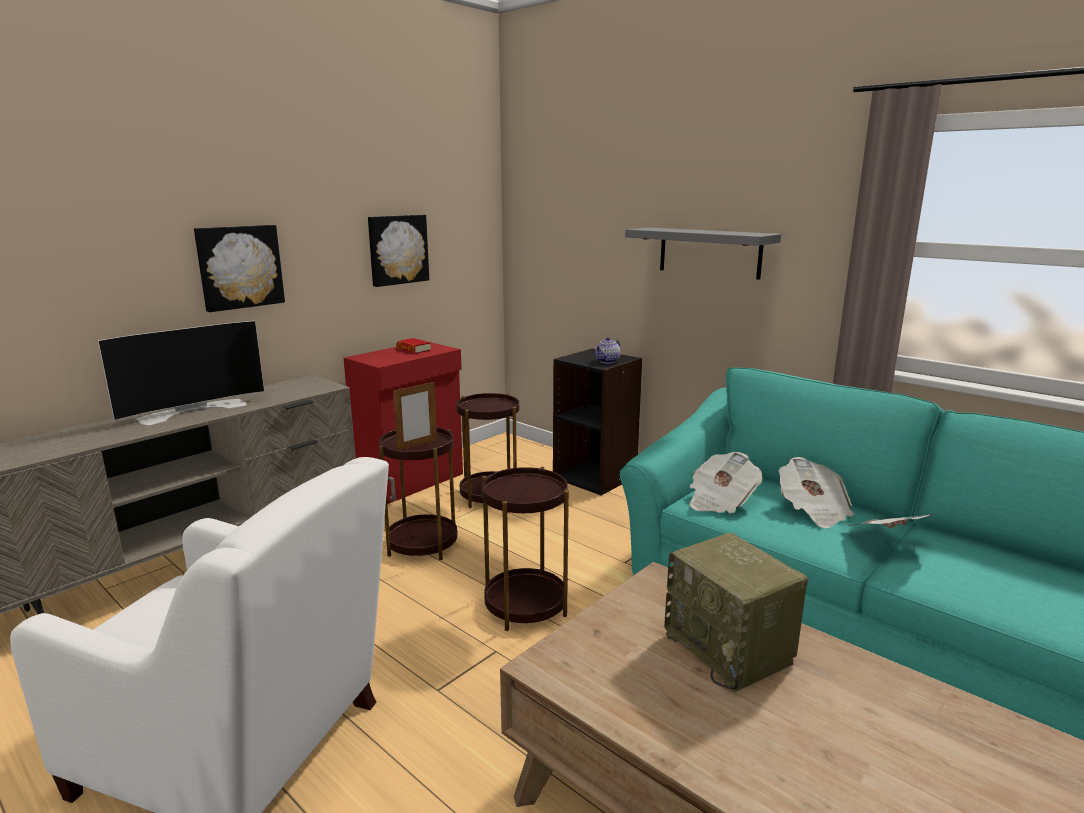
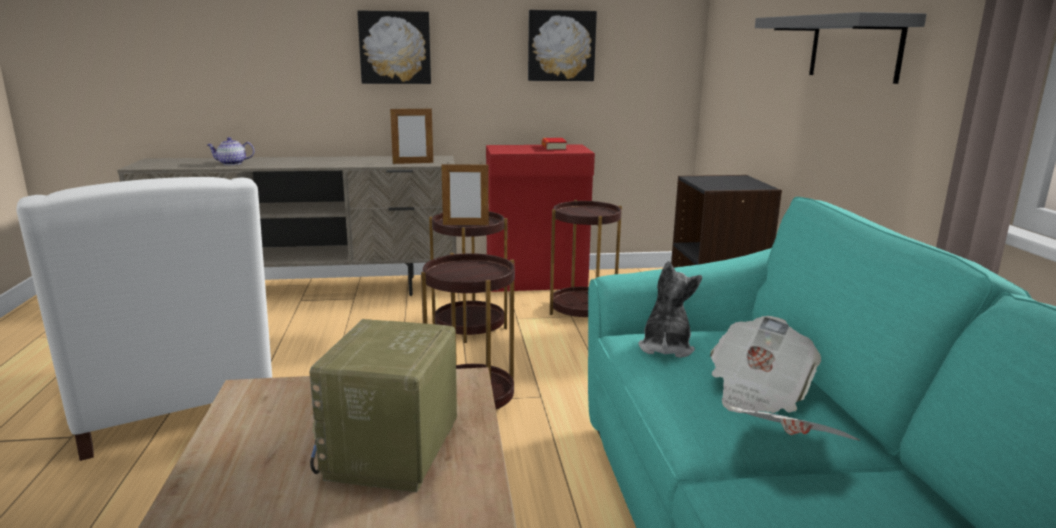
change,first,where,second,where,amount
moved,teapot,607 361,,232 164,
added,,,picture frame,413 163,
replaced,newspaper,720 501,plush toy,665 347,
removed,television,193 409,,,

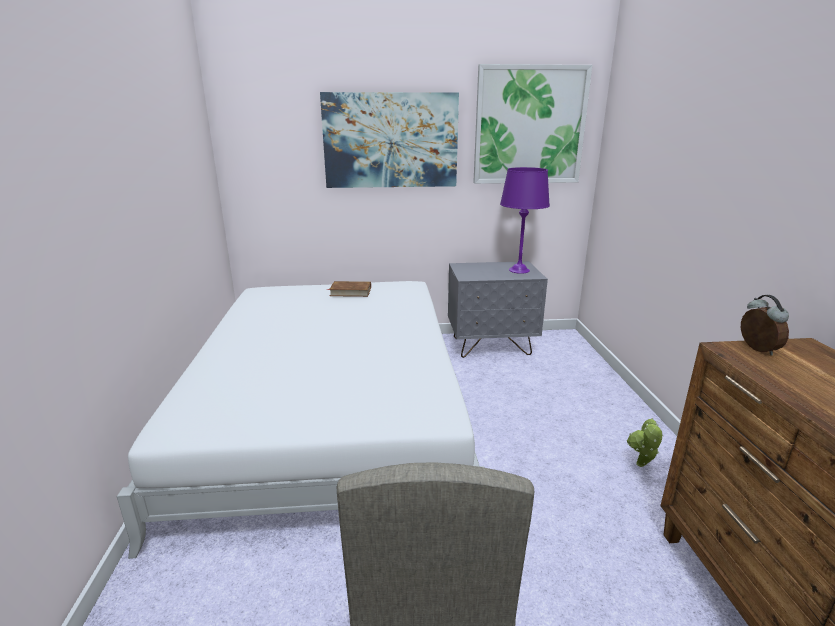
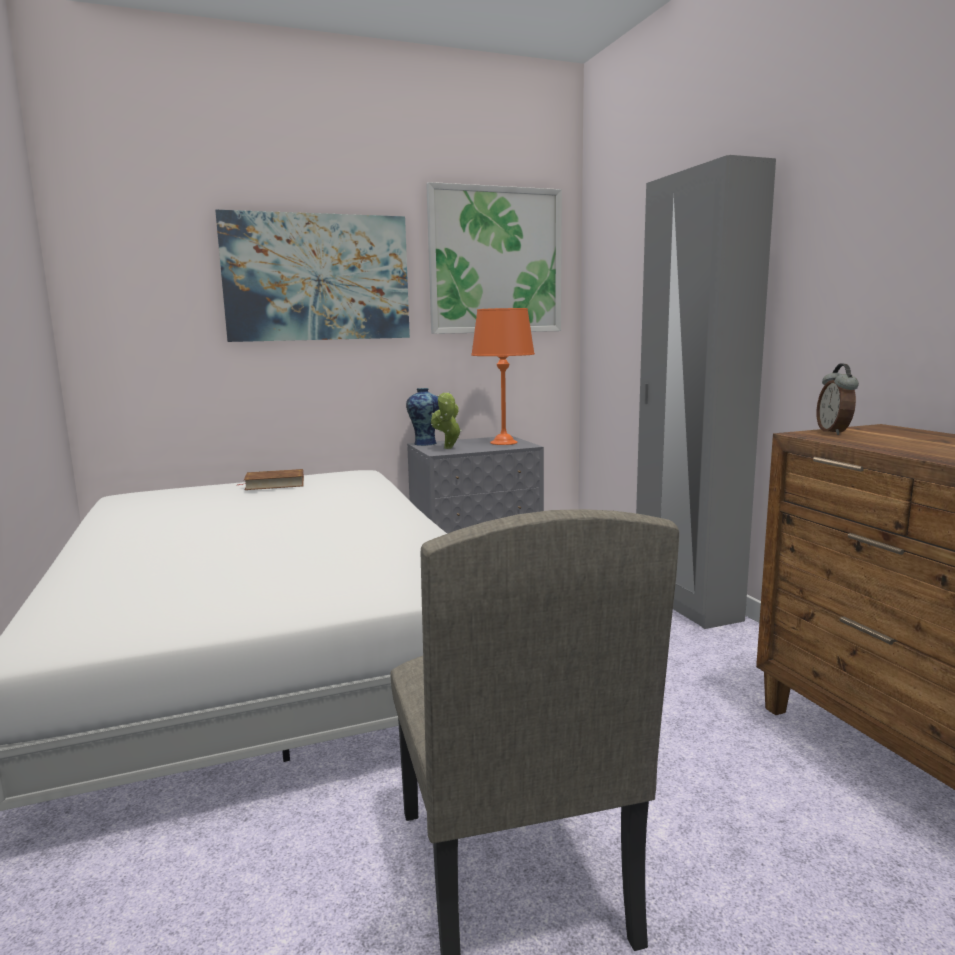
change,first,where,second,where,amount
added,,,vase,424 443,
moved,potted plant,641 466,,448 448,
recoloured,table lamp/purple,519 270,table lamp/orange,503 442,
added,,,wardrobe/grey,685 603,
turned,alarm clock,756 349,,834 432,150 degrees counterclockwise

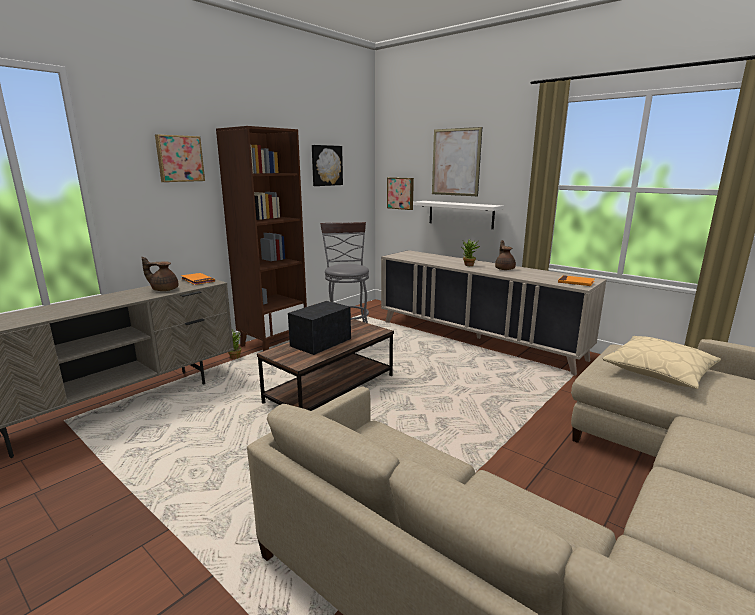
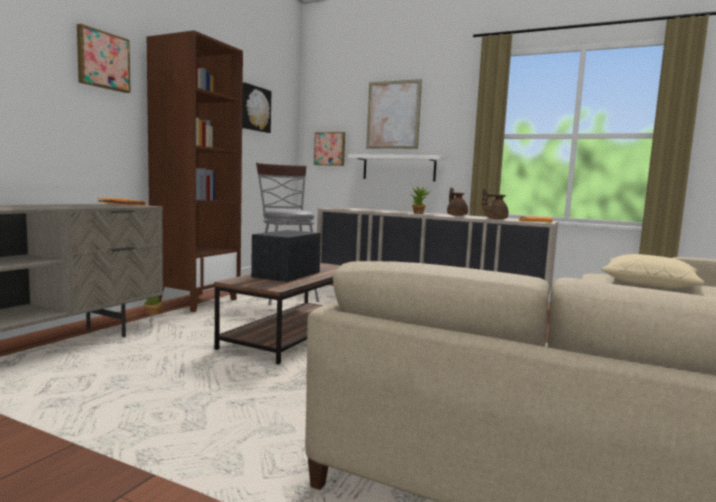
change,first,where,second,where,amount
moved,teapot/brown,164 289,,494 219,

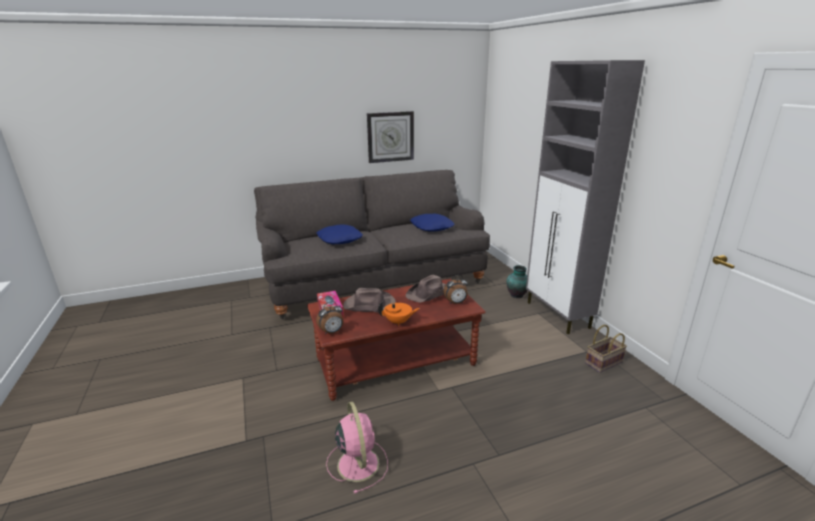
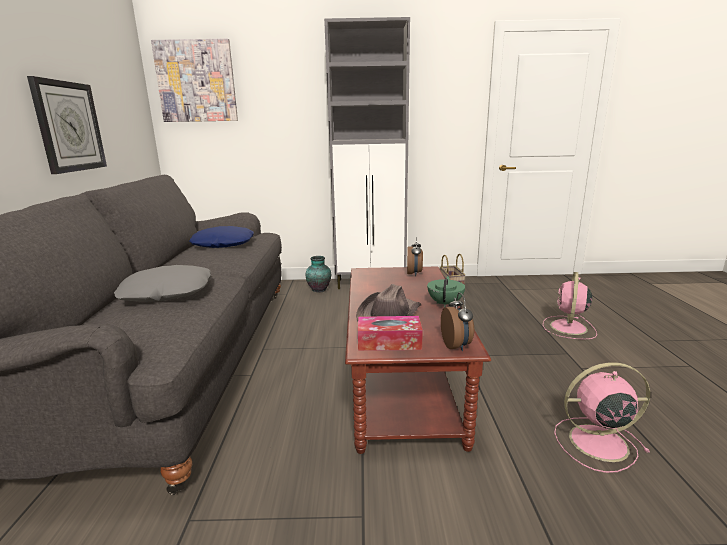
change,first,where,second,where,amount
recoloured,pillow/blue,339 239,pillow/grey,167 293,
added,,,picture,196 81,
recoloured,teapot/orange,398 322,teapot/green,445 303,
added,,,fan/pink,568 328,
removed,hat/brown,430 294,,,

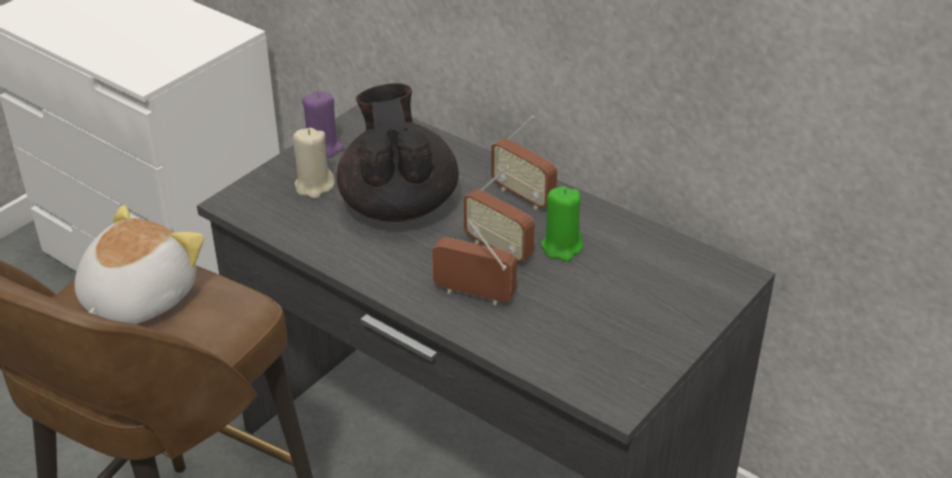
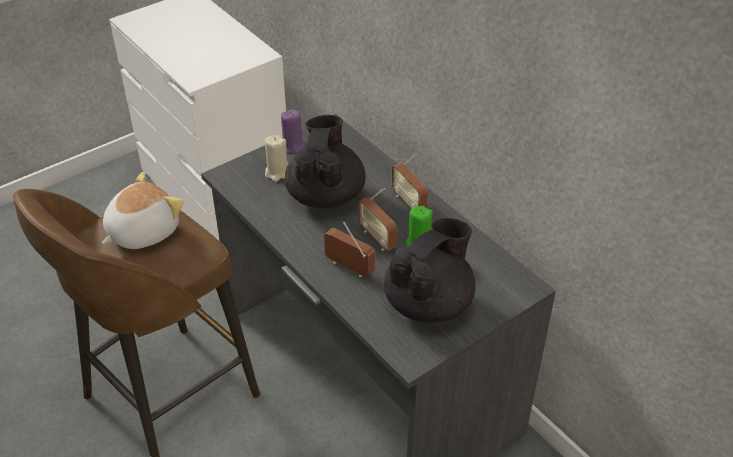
change,first,where,second,where,amount
added,,,teapot/black,429 303,

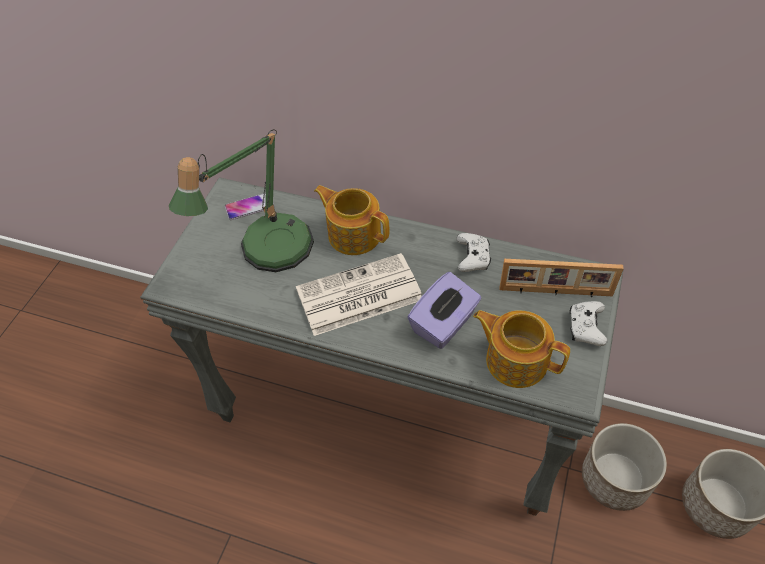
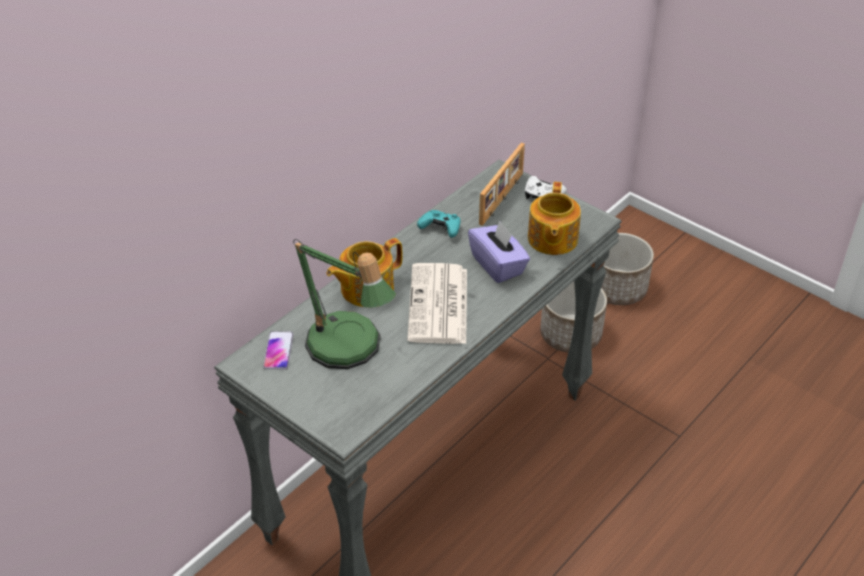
change,first,where,second,where,amount
recoloured,game controller/white,473 258,game controller/turquoise,441 228,
turned,teapot,515 359,,551 239,45 degrees counterclockwise

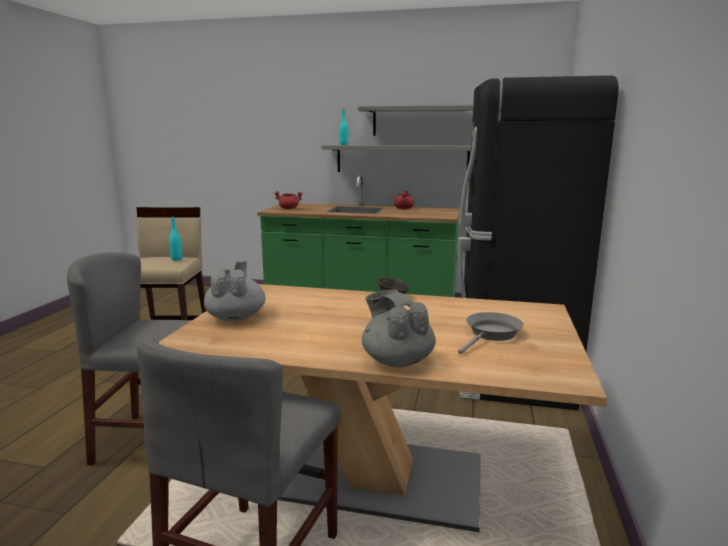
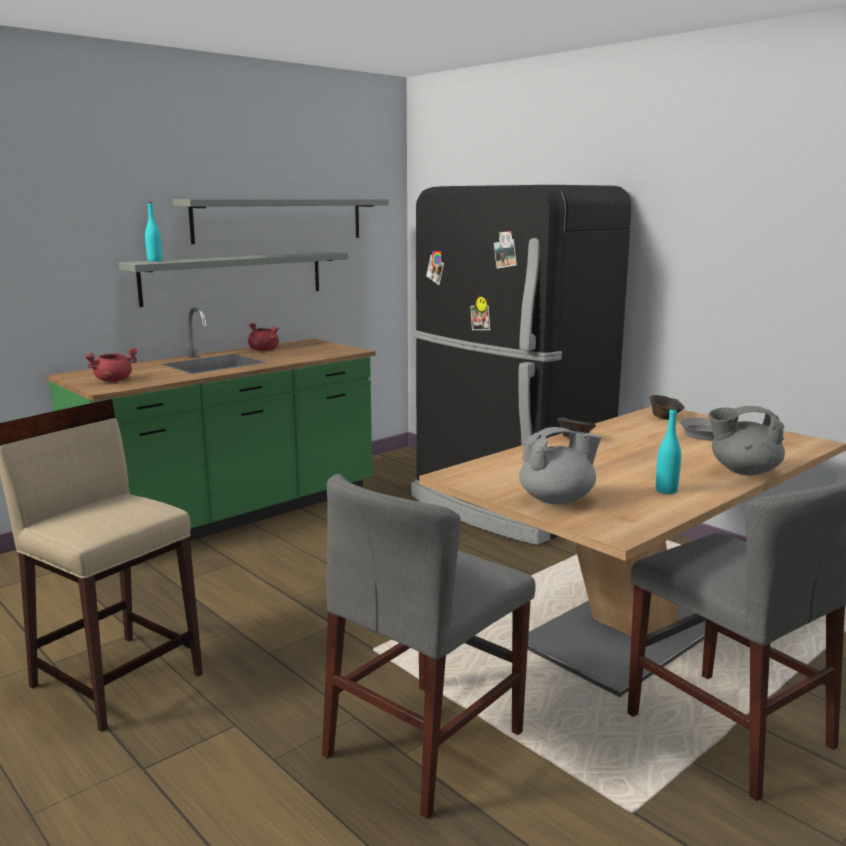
change,first,where,second,where,amount
turned,teapot/grey,236 317,,557 500,135 degrees clockwise
added,,,bowl/brown,665 418,
moved,bottle/turquoise,176 259,,666 490,

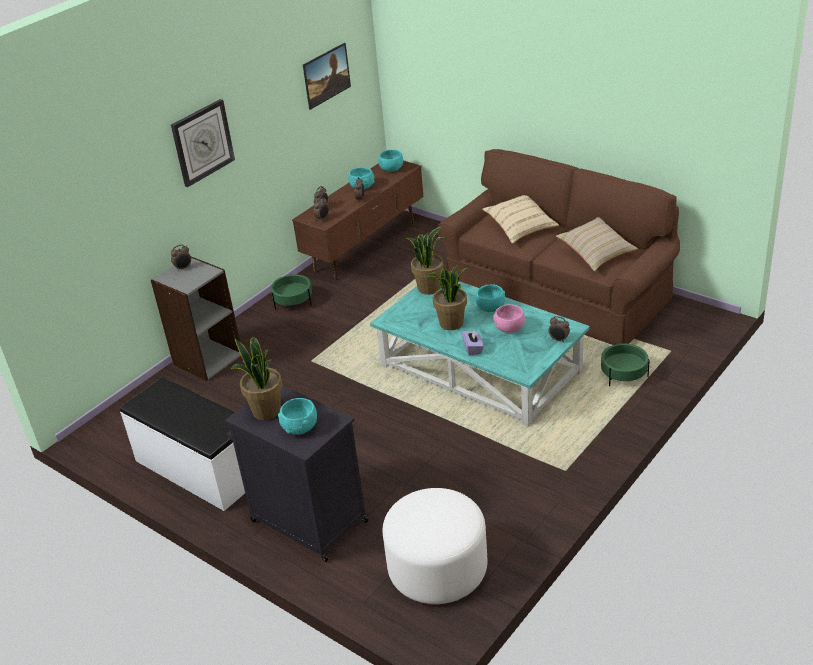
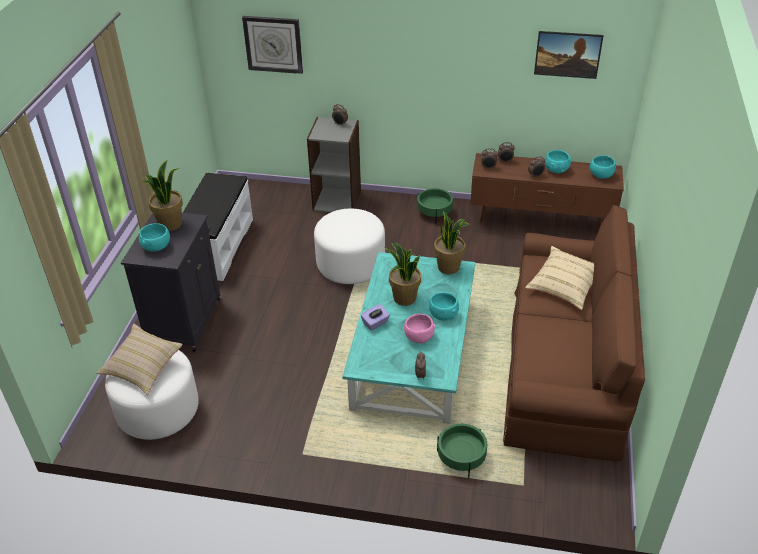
change,first,where,second,where,amount
moved,pillow/beige,596 253,,142 367,
moved,wall clock,202 142,,273 44,
added,,,ottoman/white,351 264,

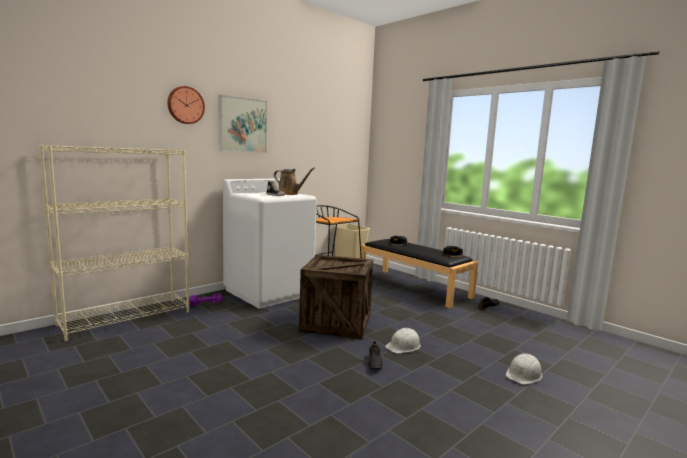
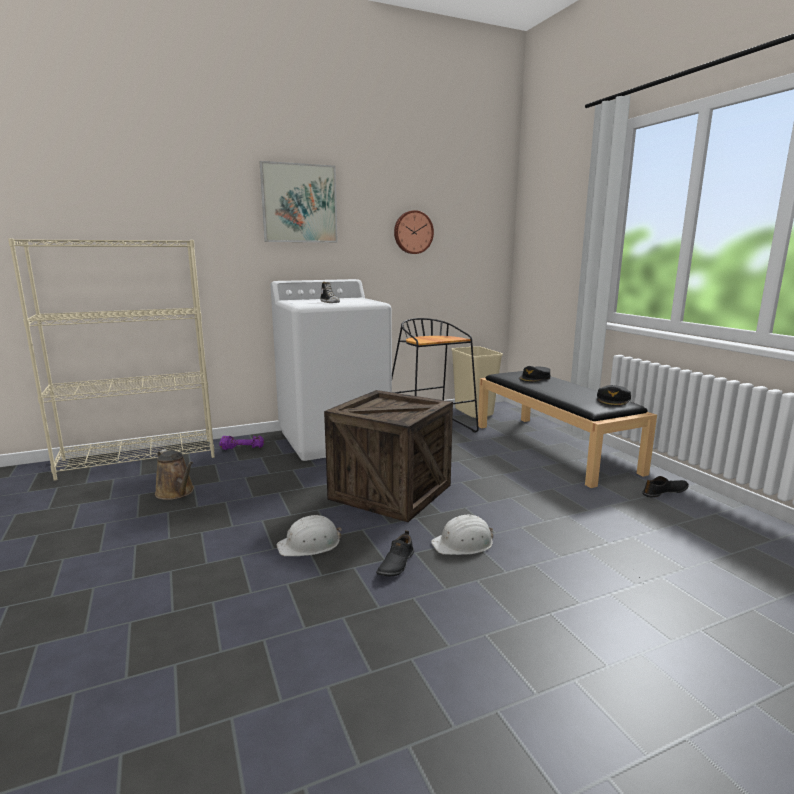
change,first,where,second,where,amount
moved,watering can/brown,289 194,,176 492,
moved,hard hat/white,524 374,,310 544,
moved,wall clock,185 105,,413 232,

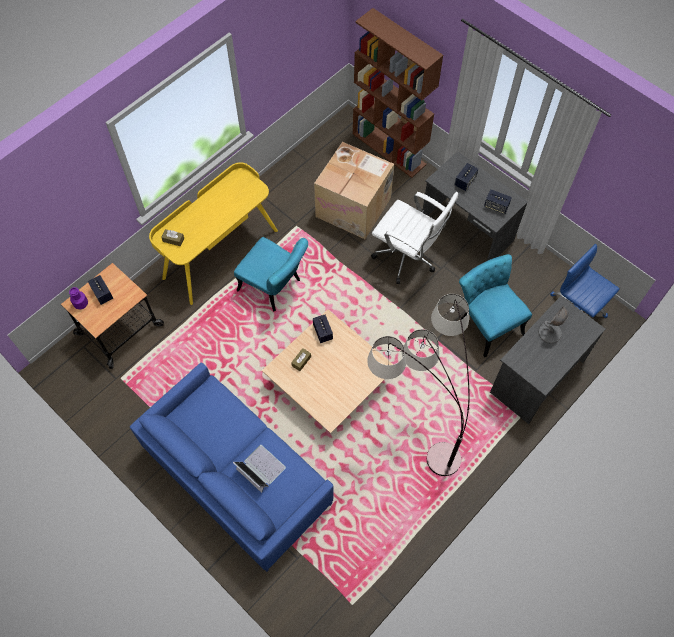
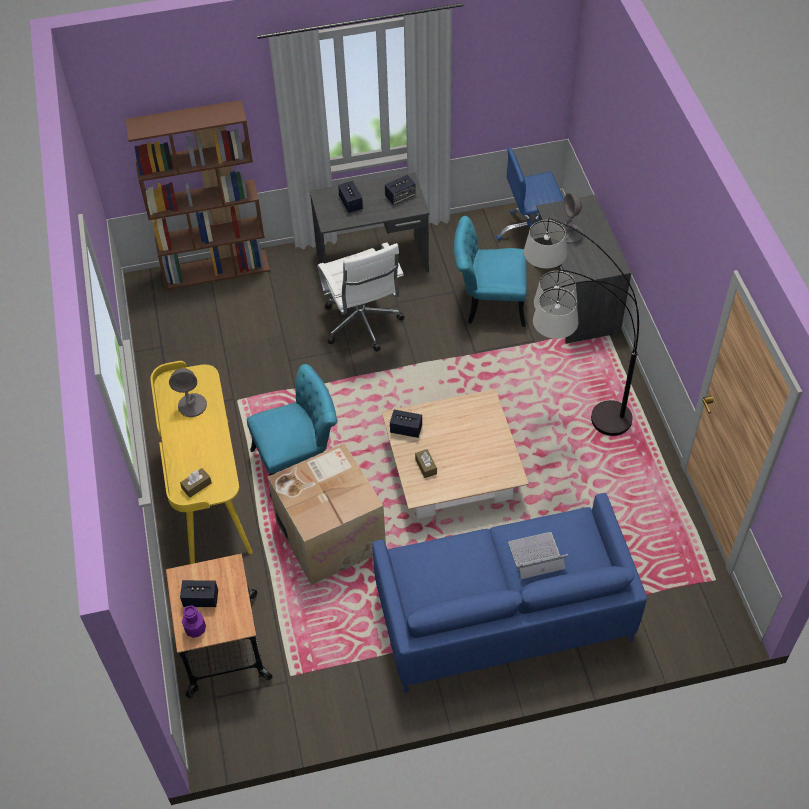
change,first,where,second,where,amount
added,,,table lamp/grey,192 405,
moved,cardboard box,354 207,,331 534,
turned,office chair/white,408 258,,363 325,90 degrees clockwise

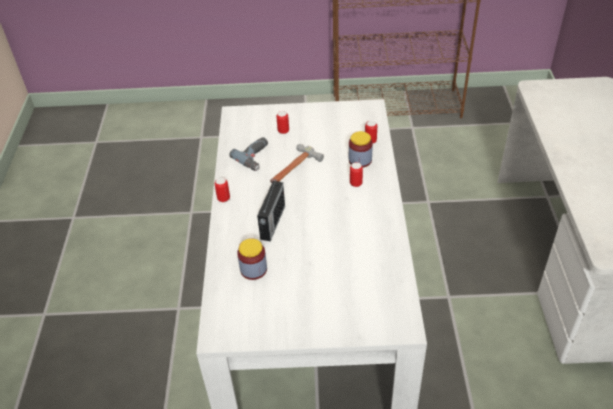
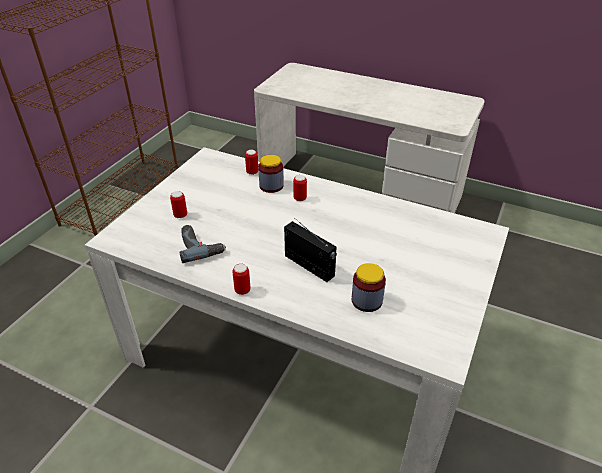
change,first,where,second,where,amount
removed,hammer,293 169,,,

